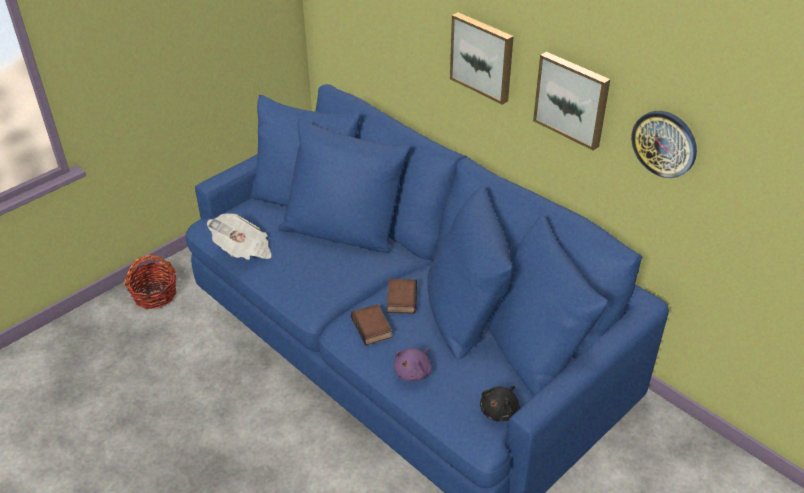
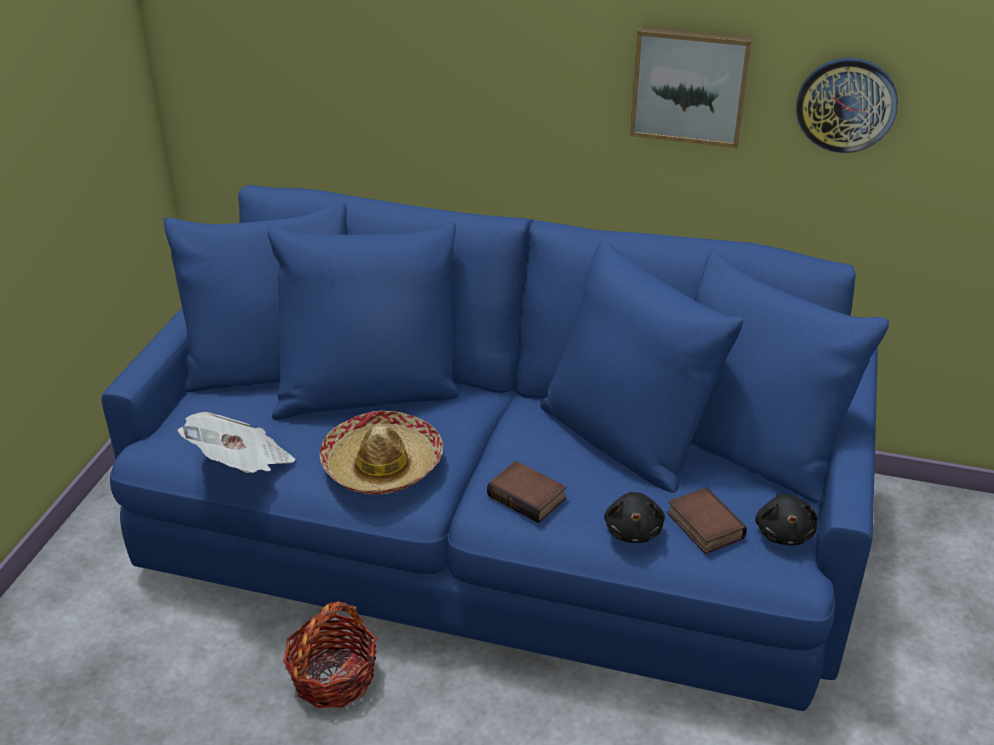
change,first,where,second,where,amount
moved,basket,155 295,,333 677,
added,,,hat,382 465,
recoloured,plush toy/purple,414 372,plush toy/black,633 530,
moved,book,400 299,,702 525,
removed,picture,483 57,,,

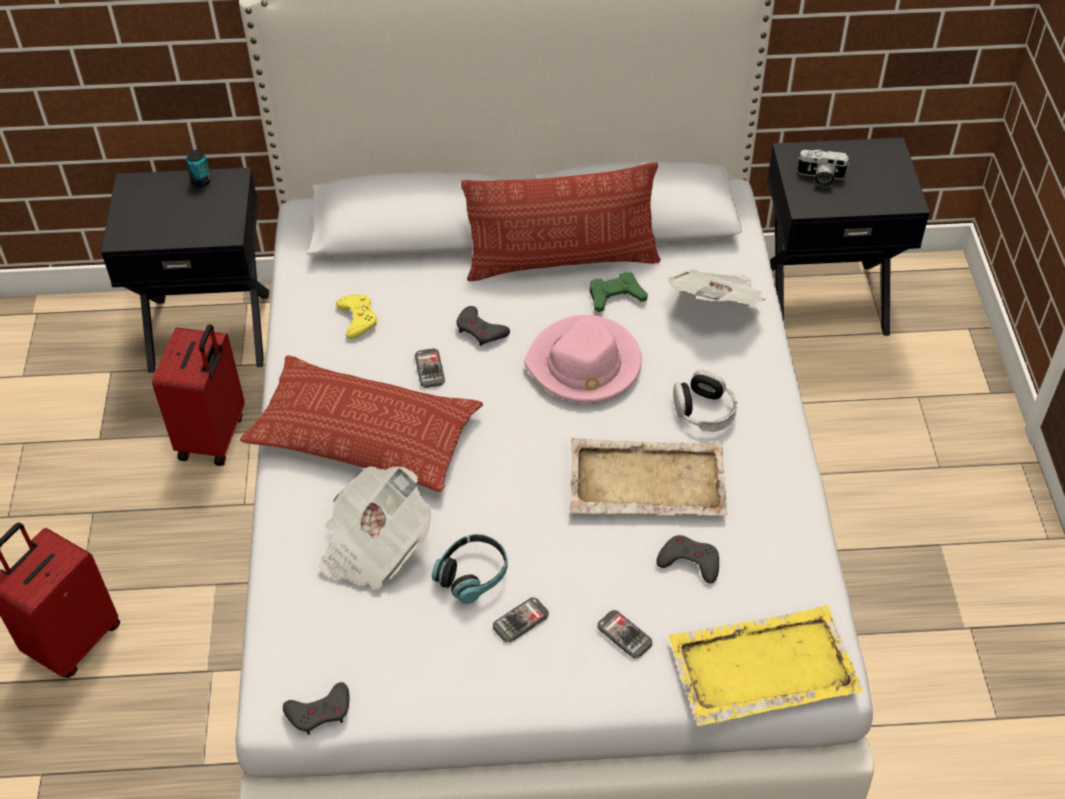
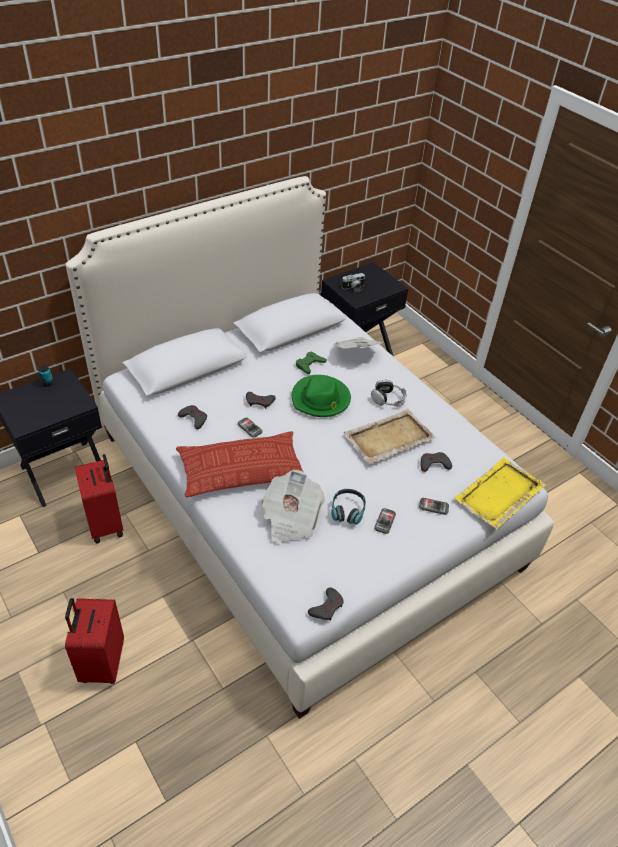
change,first,where,second,where,amount
recoloured,game controller/yellow,357 319,game controller/grey,193 418,
recoloured,hat/pink,584 365,hat/green,320 399,
removed,pillow,562 261,,,

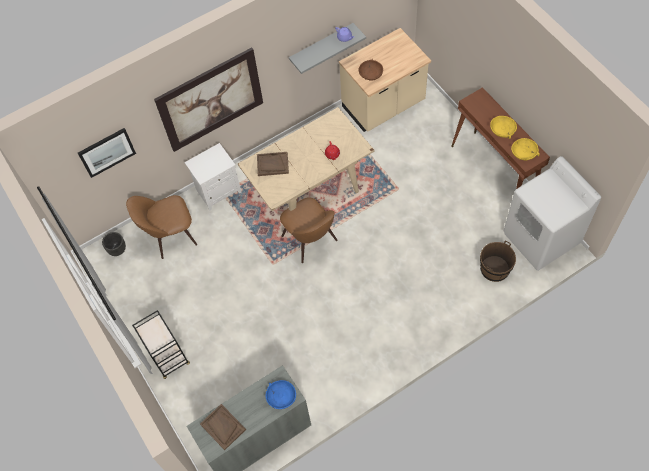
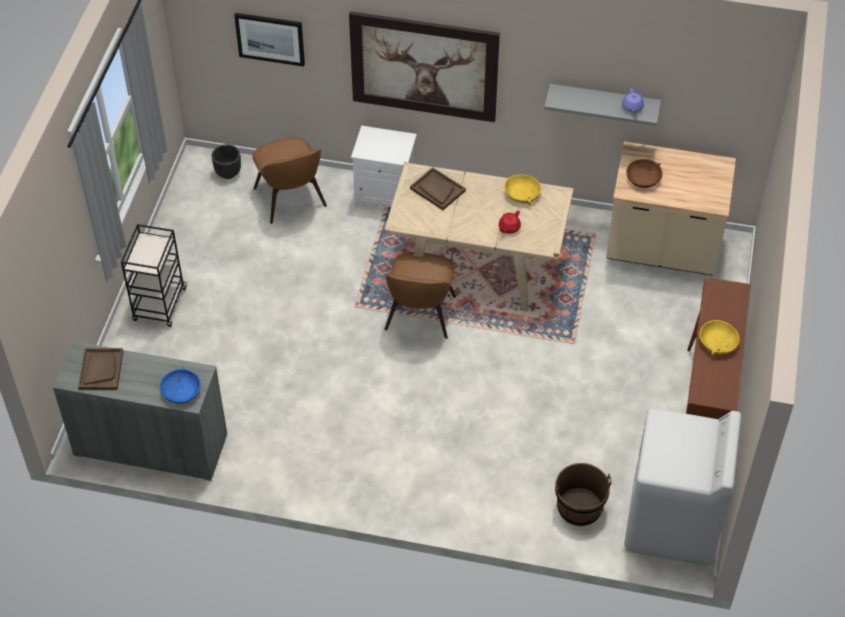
change,first,where,second,where,amount
turned,chair/brown,170 235,,291 199,135 degrees counterclockwise
moved,bowl/yellow,524 152,,522 193,

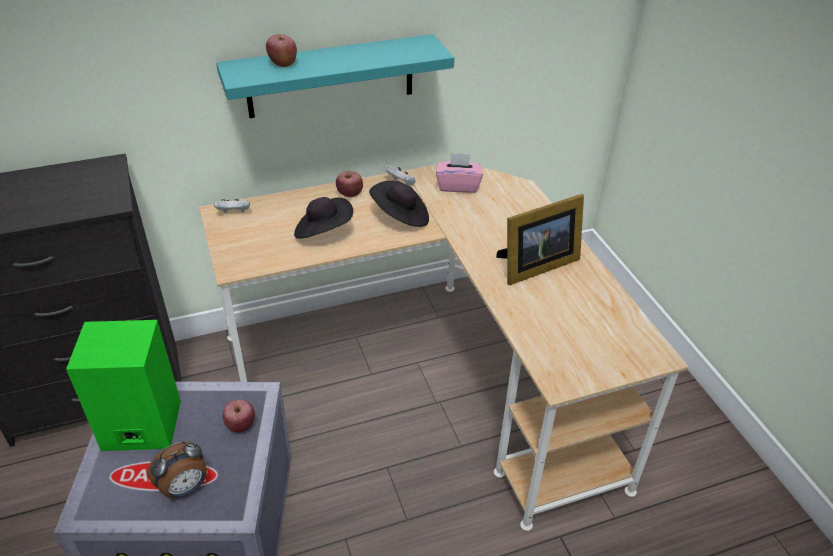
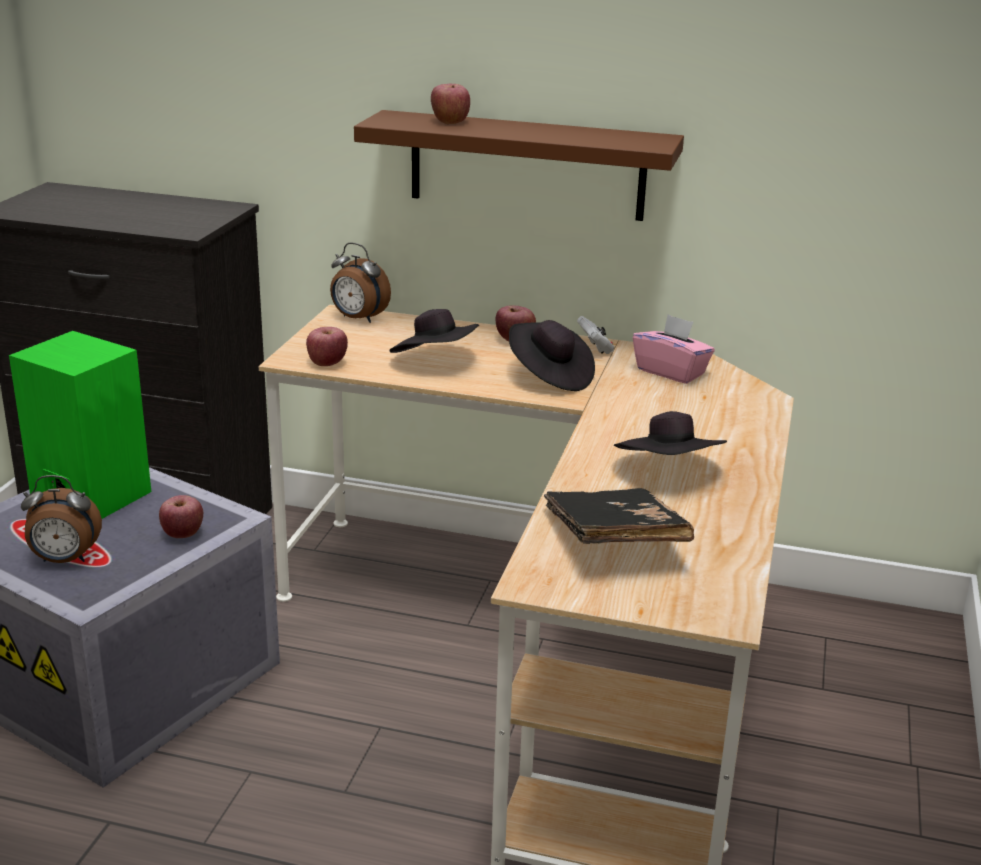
change,first,where,second,where,amount
added,,,apple,327 363,
replaced,game controller/white,234 213,alarm clock,358 319,
recoloured,shelf/turquoise,330 76,shelf/brown,527 165,
added,,,book/black,613 540,
replaced,picture frame,535 266,hat/black,669 472,

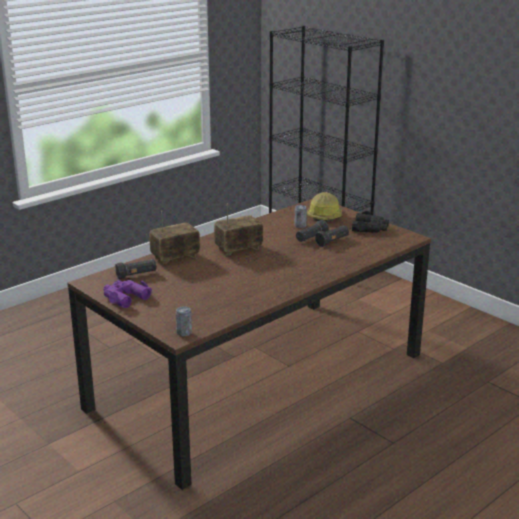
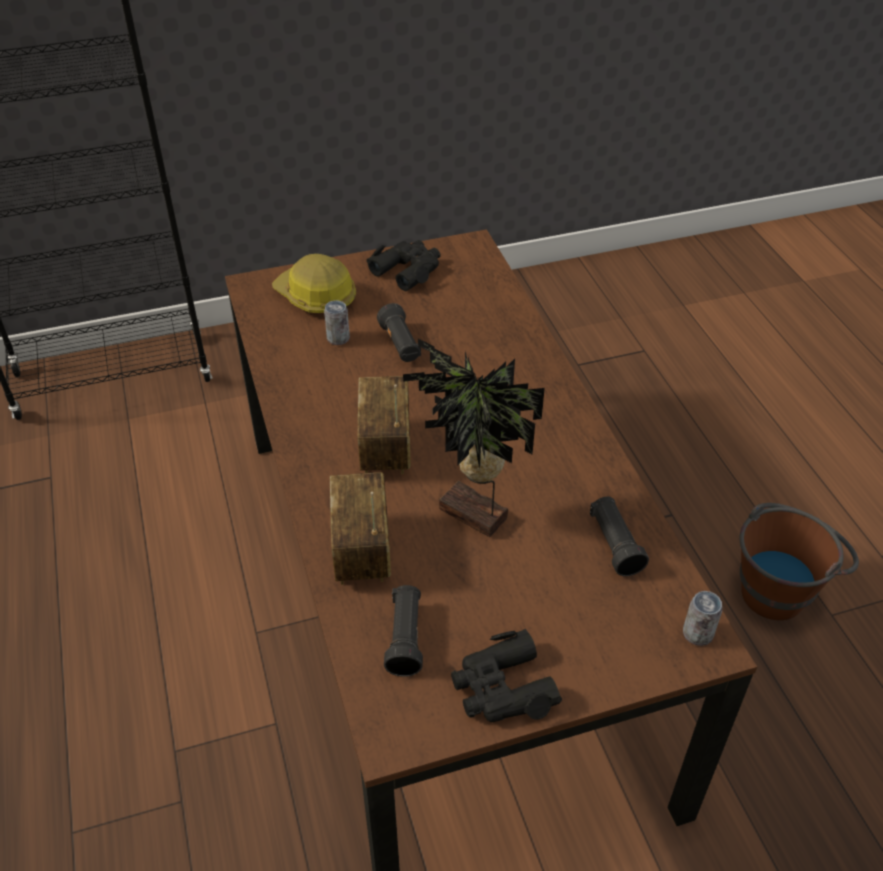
change,first,where,second,where,amount
added,,,potted plant,472 517,
recoloured,binoculars/purple,124 297,binoculars/black,502 688,
moved,flashlight/black,332 241,,614 544,
added,,,bucket/brown,780 587,

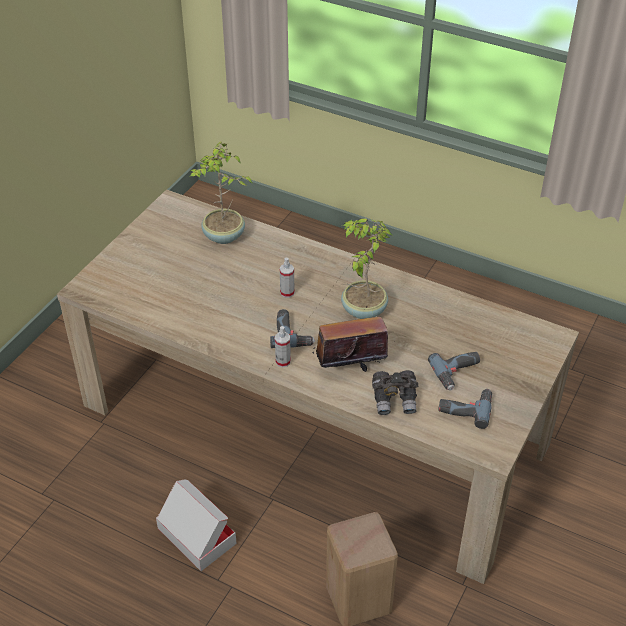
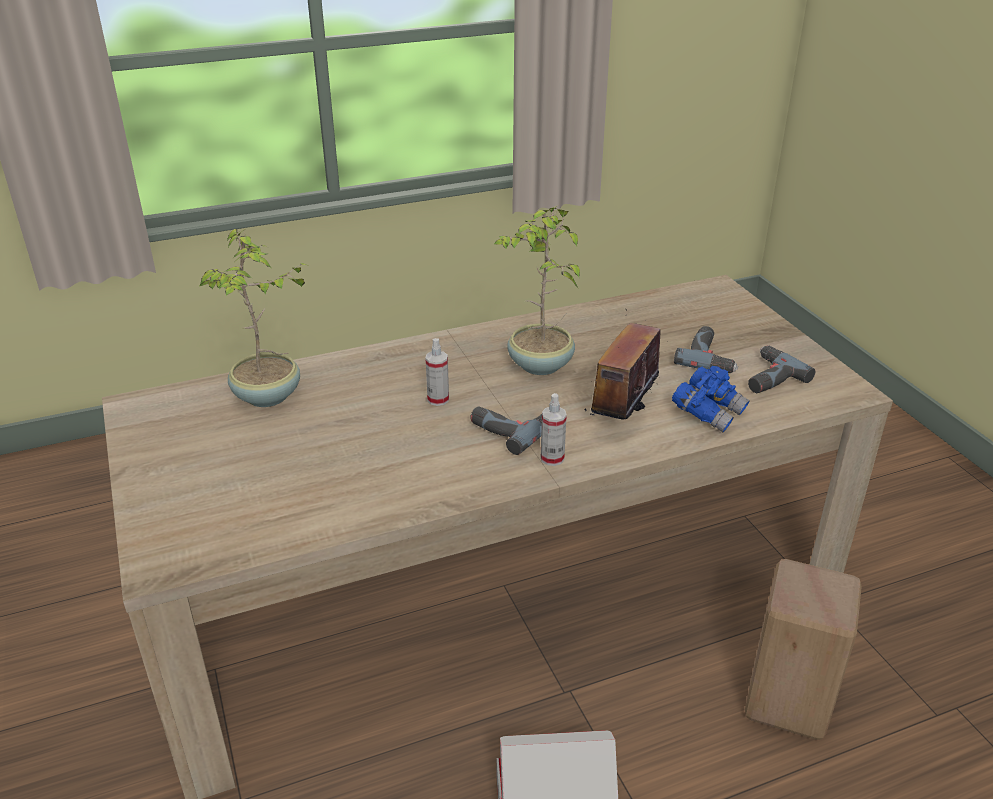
change,first,where,second,where,amount
recoloured,binoculars/grey,395 400,binoculars/blue,708 412,

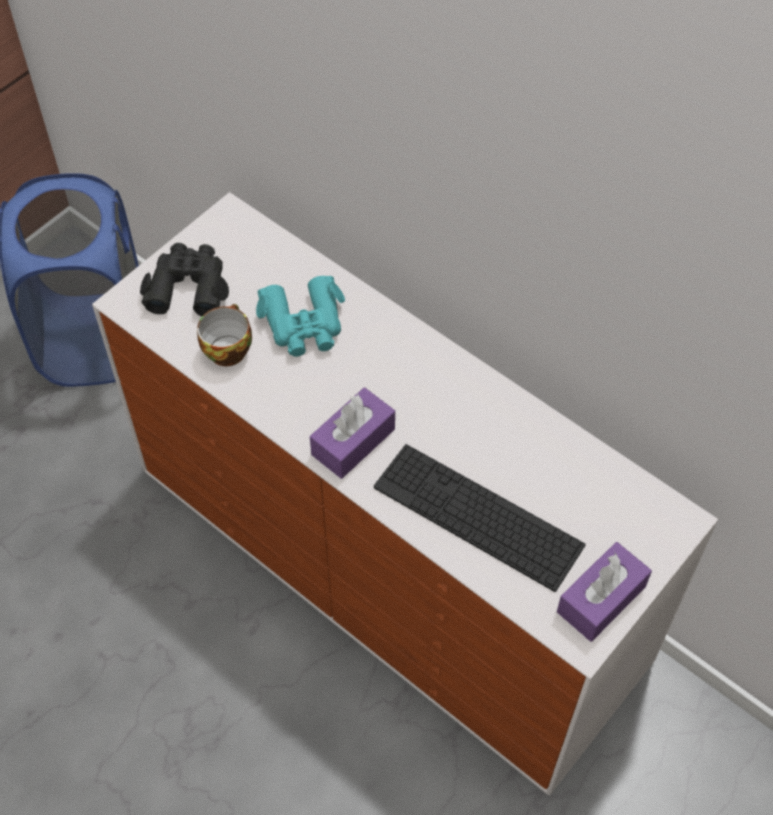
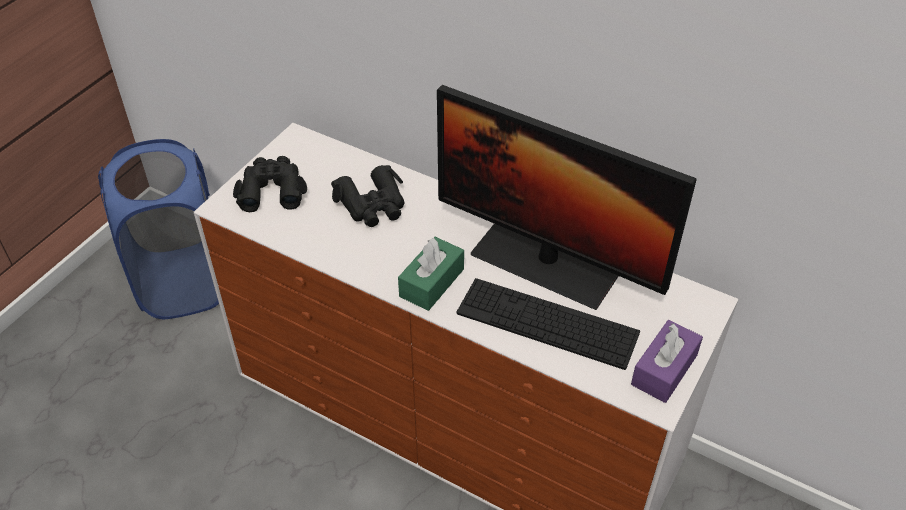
change,first,where,second,where,amount
recoloured,binoculars/turquoise,304 324,binoculars/black,373 205,
recoloured,tissue box/purple,353 442,tissue box/green,431 282,
added,,,monitor,546 261,
removed,cup,227 349,,,

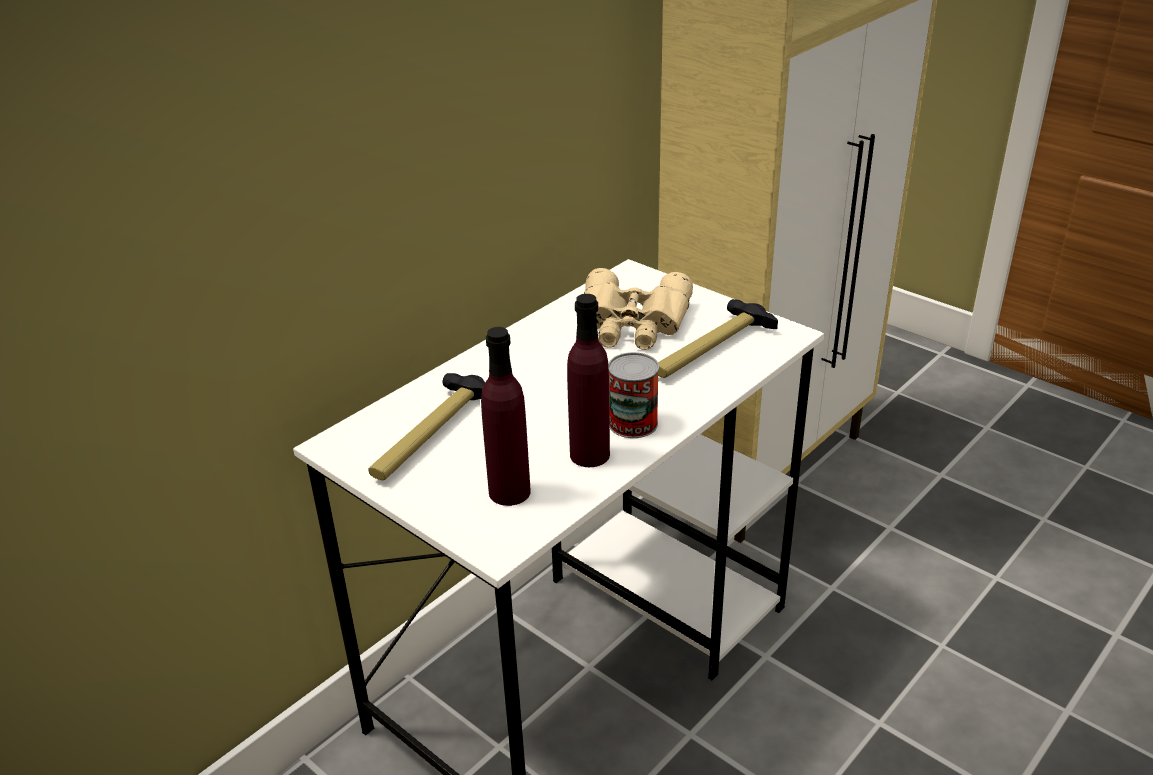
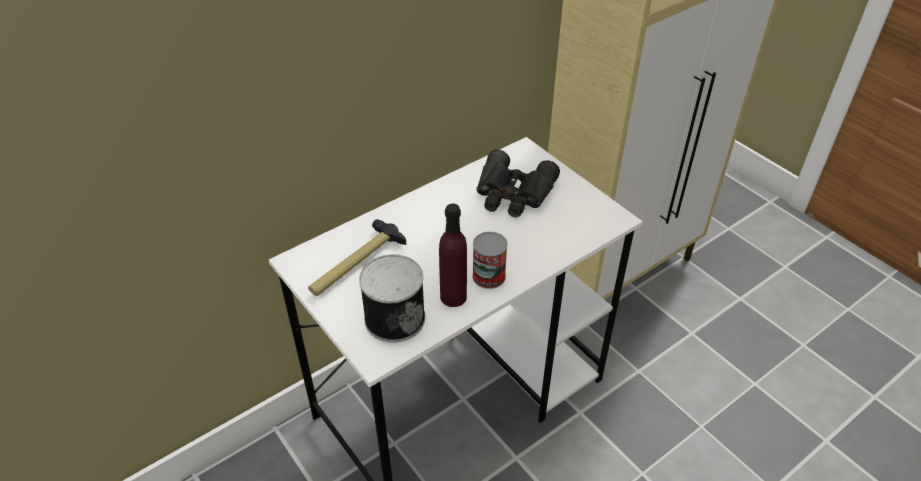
change,first,where,second,where,amount
replaced,bottle/purple,509 492,can,394 317,
recoloured,binoculars/beige,633 324,binoculars/black,513 193,
removed,hammer,711 350,,,

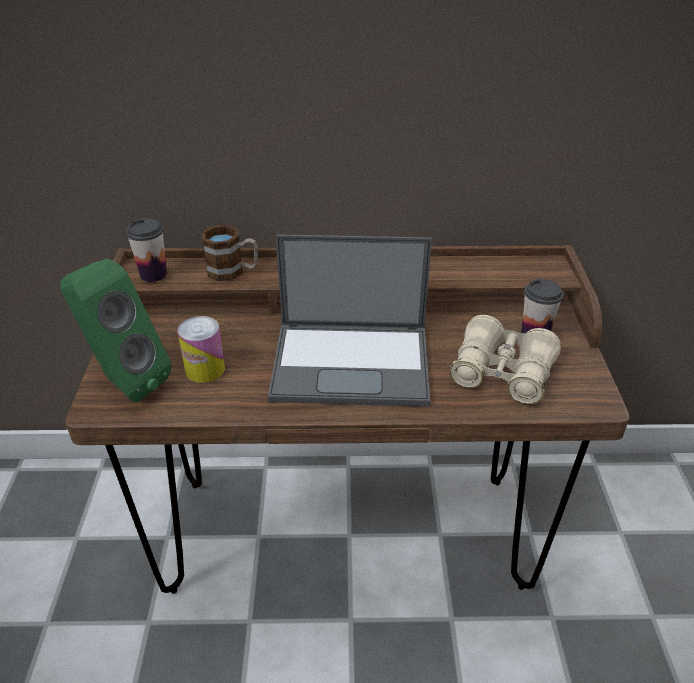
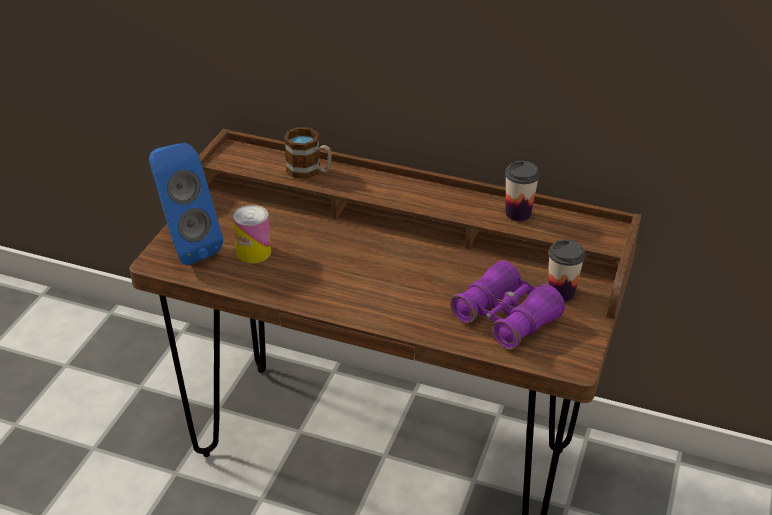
change,first,where,second,where,amount
recoloured,speaker/green,124 382,speaker/blue,186 247,
recoloured,binoculars/beige,502 373,binoculars/purple,505 318,
moved,cup,153 274,,518 213,
removed,laptop,353 363,,,

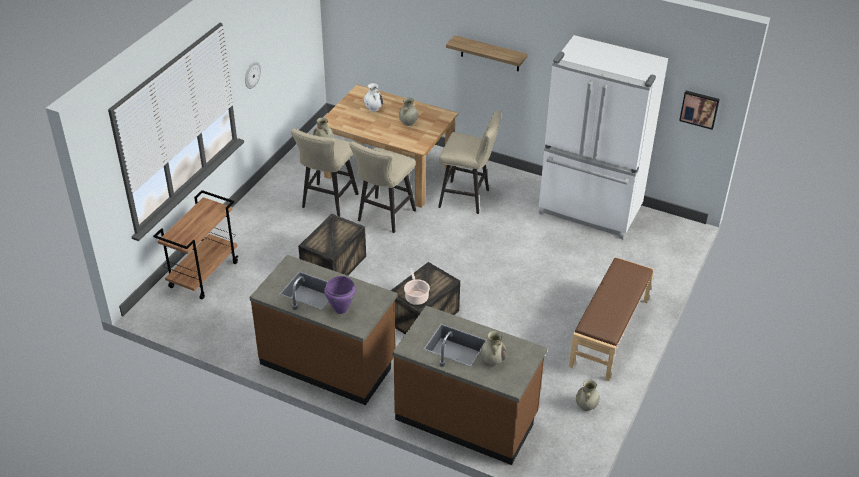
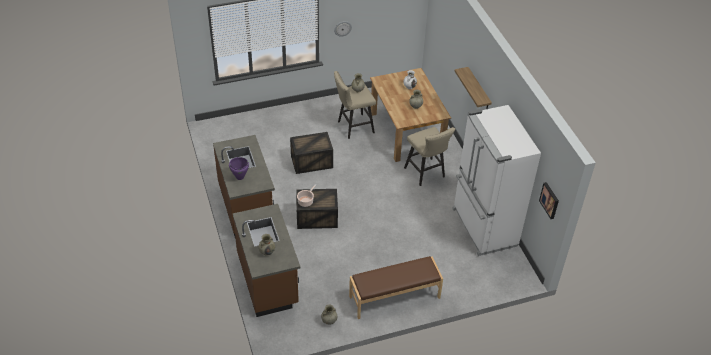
change,first,where,second,where,amount
removed,cart/brown,204 274,,,
removed,stool/beige,383 217,,,

